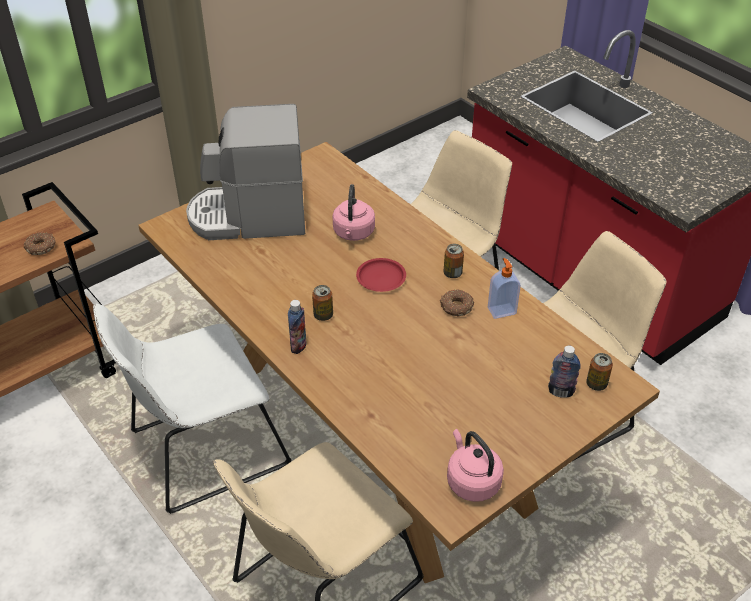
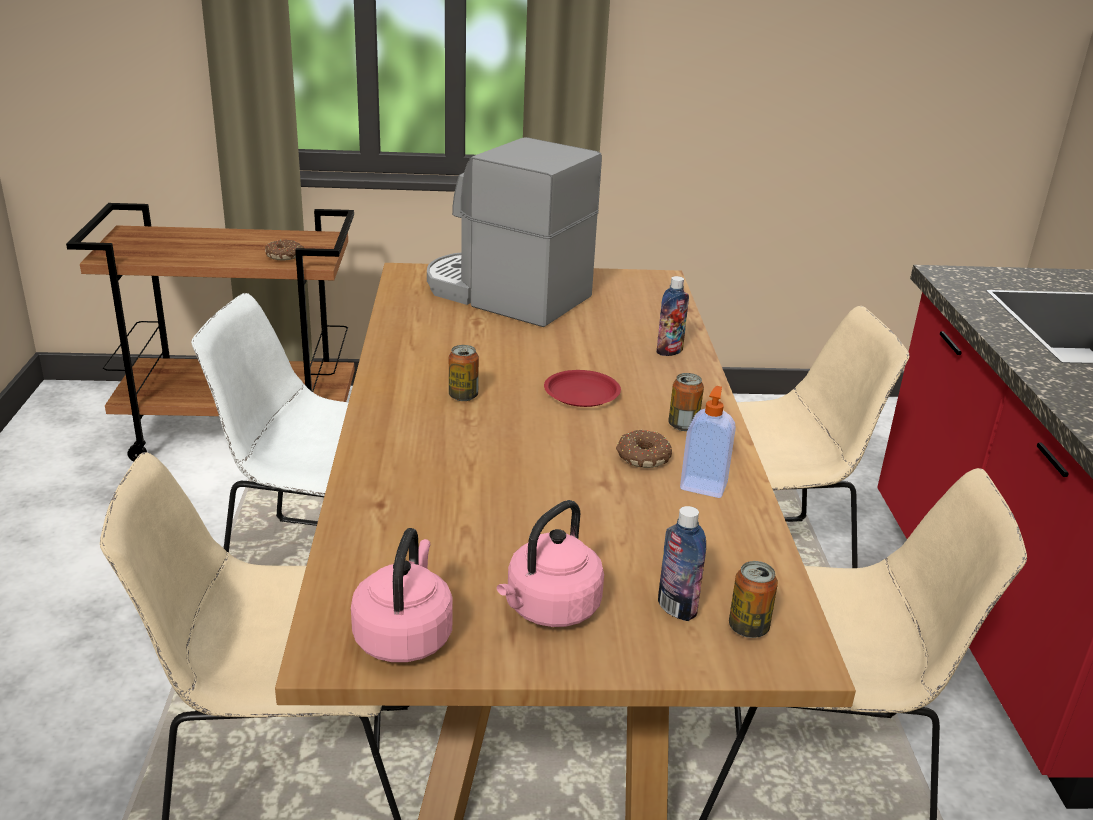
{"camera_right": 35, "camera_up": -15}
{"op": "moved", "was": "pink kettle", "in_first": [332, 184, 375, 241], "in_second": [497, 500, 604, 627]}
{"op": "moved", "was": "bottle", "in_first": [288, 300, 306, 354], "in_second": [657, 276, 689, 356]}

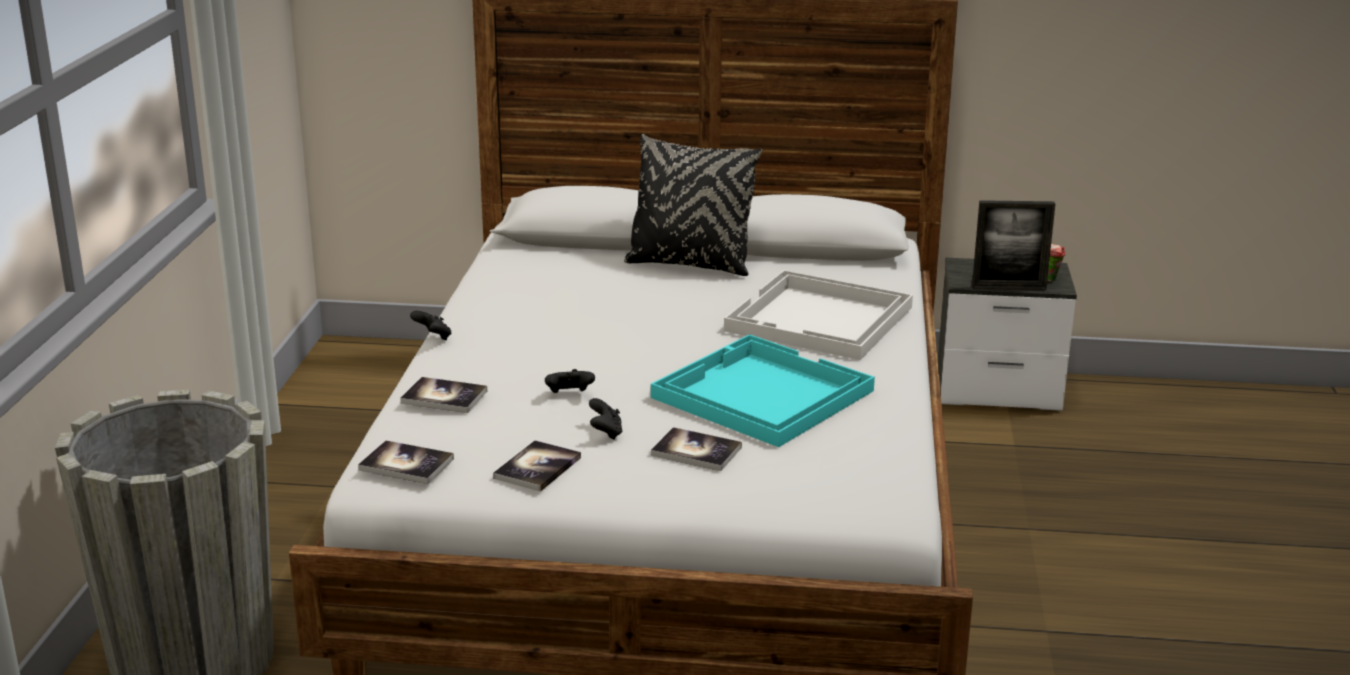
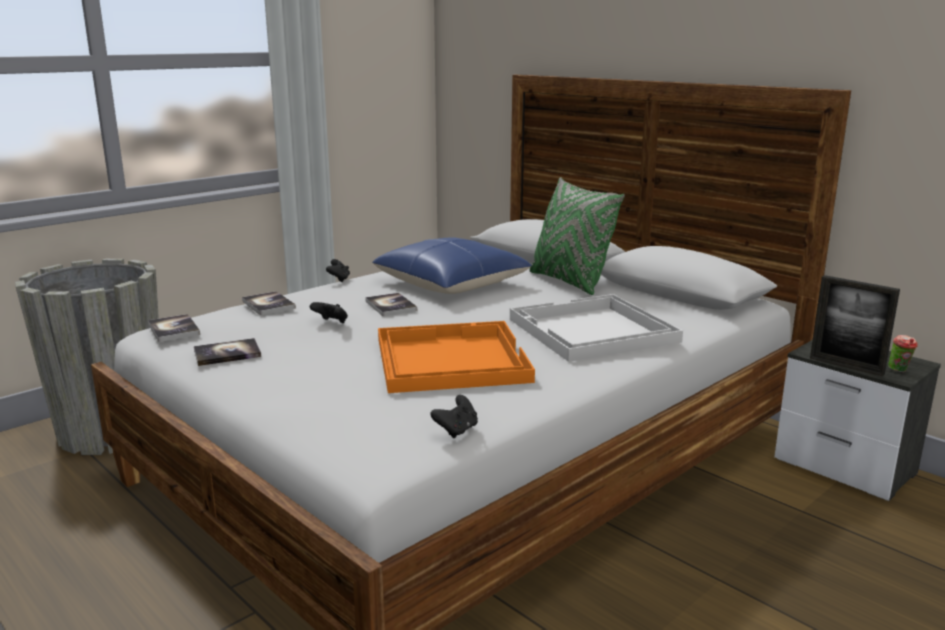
{"camera_right": 40, "camera_up": -5}
{"op": "recoloured", "was": "black pillow", "now": "green pillow", "in_first": [624, 134, 762, 276], "in_second": [529, 177, 625, 295]}
{"op": "recoloured", "was": "turquoise tray", "now": "orange tray", "in_first": [651, 334, 875, 447], "in_second": [378, 321, 535, 393]}
{"op": "moved", "was": "black game controller", "in_first": [589, 398, 622, 440], "in_second": [430, 395, 478, 438]}
{"op": "moved", "was": "book", "in_first": [651, 427, 742, 471], "in_second": [365, 293, 417, 316]}
{"op": "added", "now": "blue pillow", "in_second": [372, 237, 532, 294]}

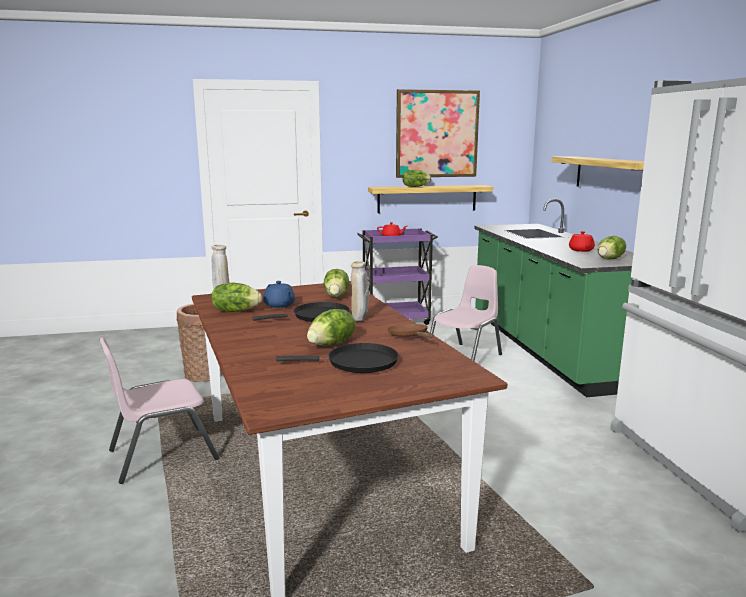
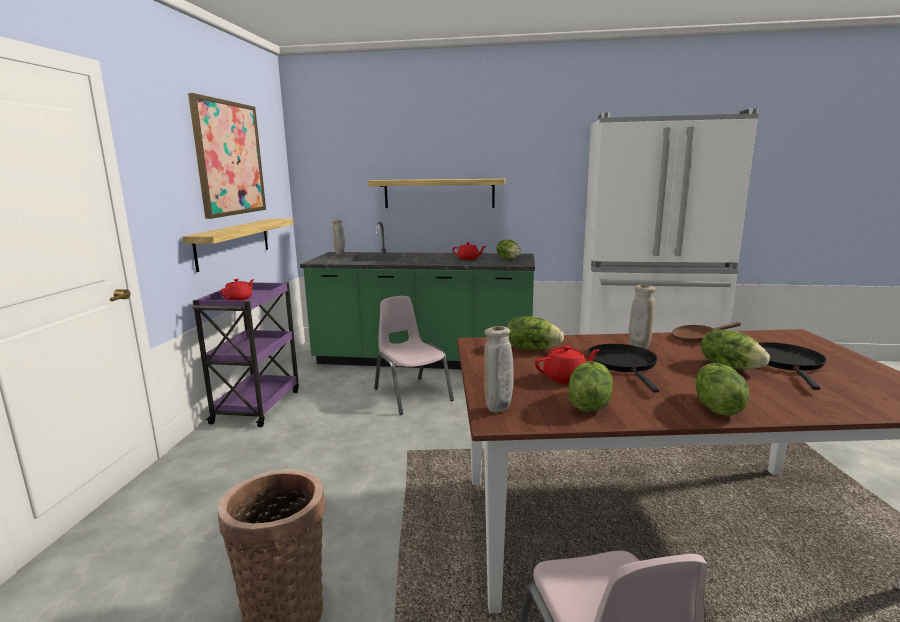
{"camera_right": -70, "camera_up": 0}
{"op": "moved", "was": "lettuce", "in_first": [402, 170, 431, 187], "in_second": [695, 363, 749, 416]}
{"op": "recoloured", "was": "blue teapot", "now": "red teapot", "in_first": [263, 281, 295, 308], "in_second": [535, 345, 600, 384]}
{"op": "added", "now": "beige vase", "in_second": [332, 220, 345, 255]}

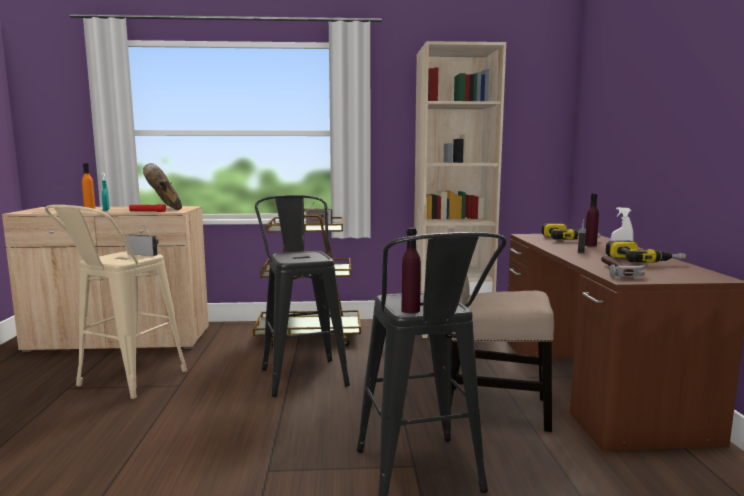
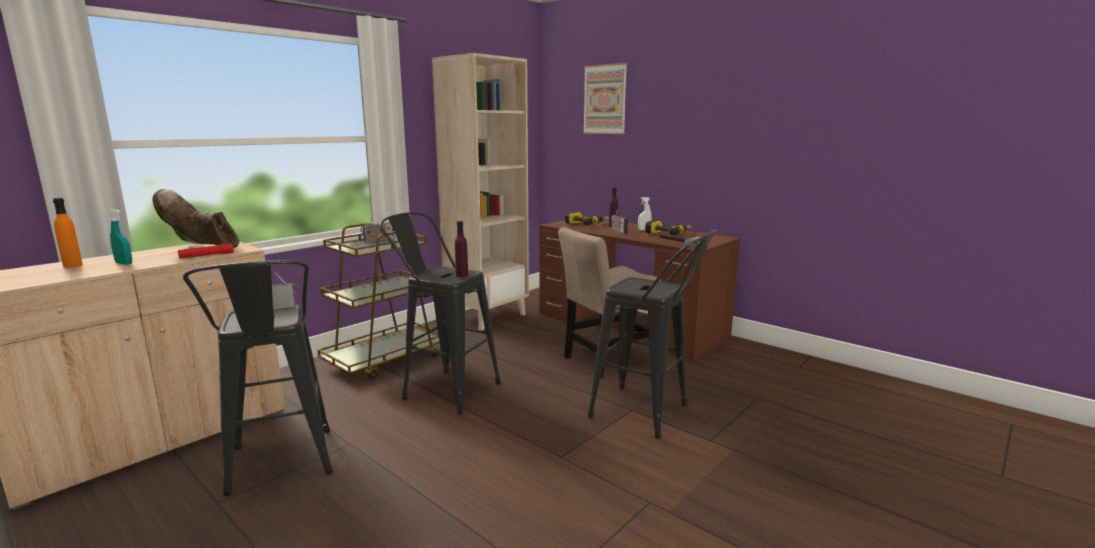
{"camera_right": -45, "camera_up": 5}
{"op": "recoloured", "was": "beige stool", "now": "black stool", "in_first": [45, 205, 187, 399], "in_second": [183, 260, 333, 496]}
{"op": "moved", "was": "purple bottle", "in_first": [401, 228, 421, 314], "in_second": [455, 221, 468, 277]}
{"op": "added", "now": "picture", "in_second": [583, 63, 627, 134]}

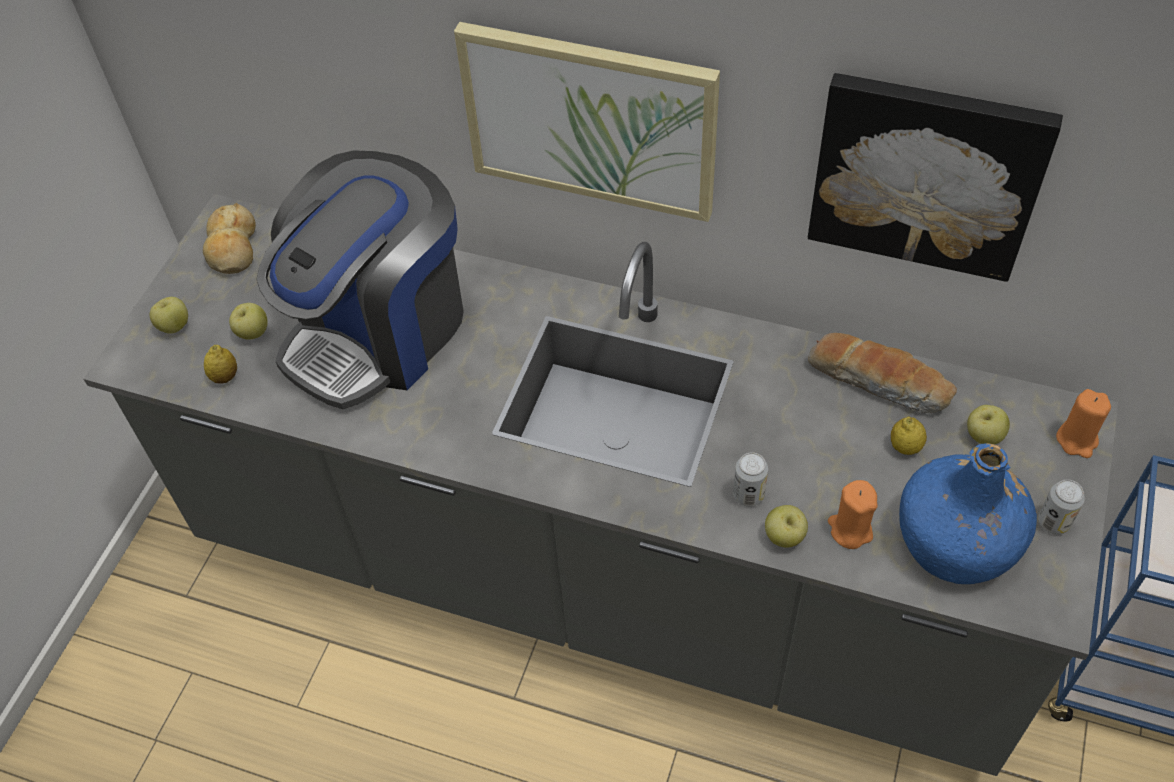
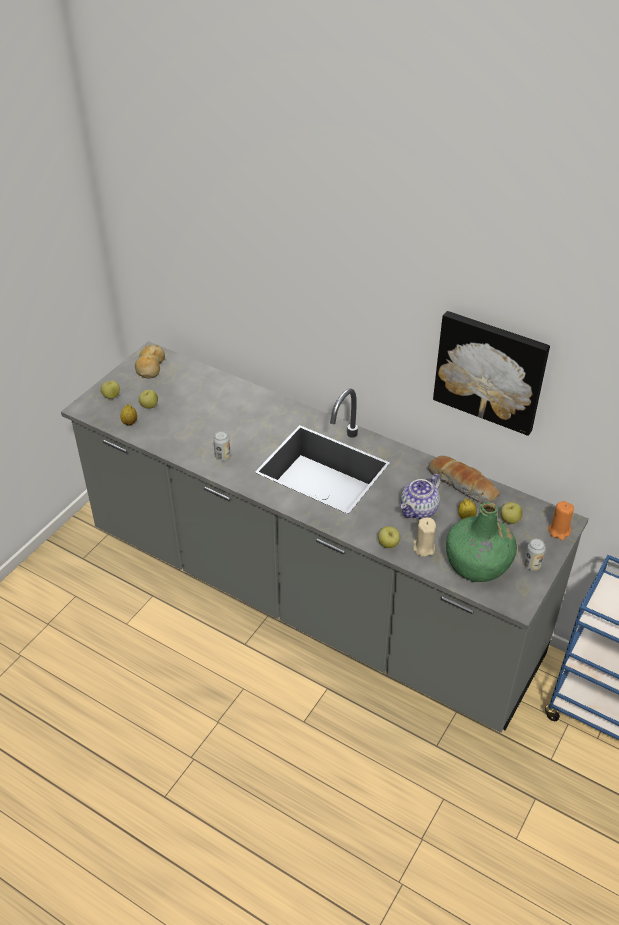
{"camera_right": 10, "camera_up": -10}
{"op": "removed", "was": "picture", "in_first": [454, 22, 720, 222]}
{"op": "removed", "was": "coffee machine", "in_first": [256, 150, 464, 409]}
{"op": "recoloured", "was": "blue bottle", "now": "green bottle", "in_first": [899, 443, 1037, 584], "in_second": [446, 502, 517, 582]}
{"op": "moved", "was": "can", "in_first": [733, 452, 768, 507], "in_second": [213, 431, 230, 461]}
{"op": "recoloured", "was": "orange candle", "now": "beige candle", "in_first": [828, 480, 878, 549], "in_second": [413, 517, 436, 557]}
{"op": "added", "now": "teapot", "in_second": [400, 474, 441, 519]}

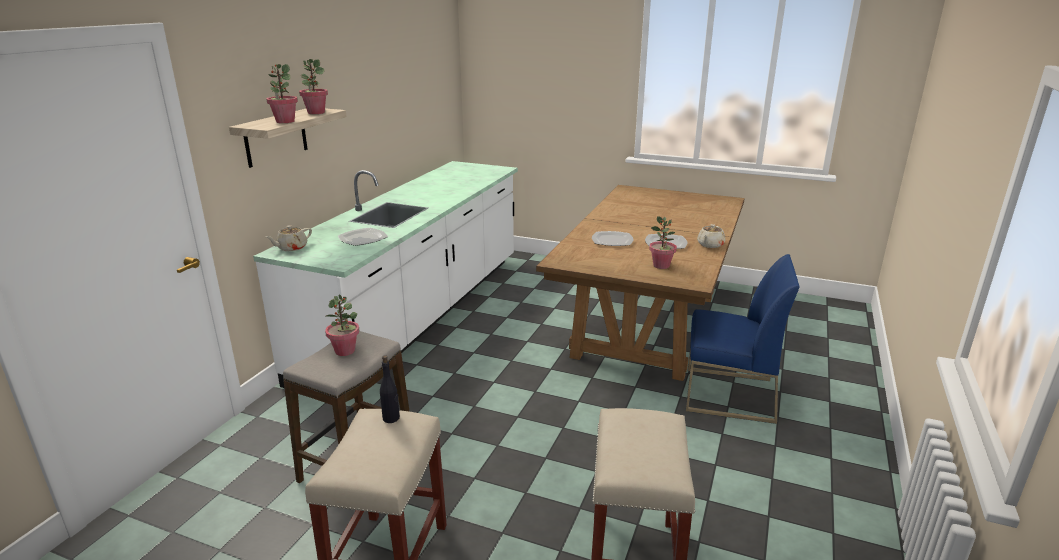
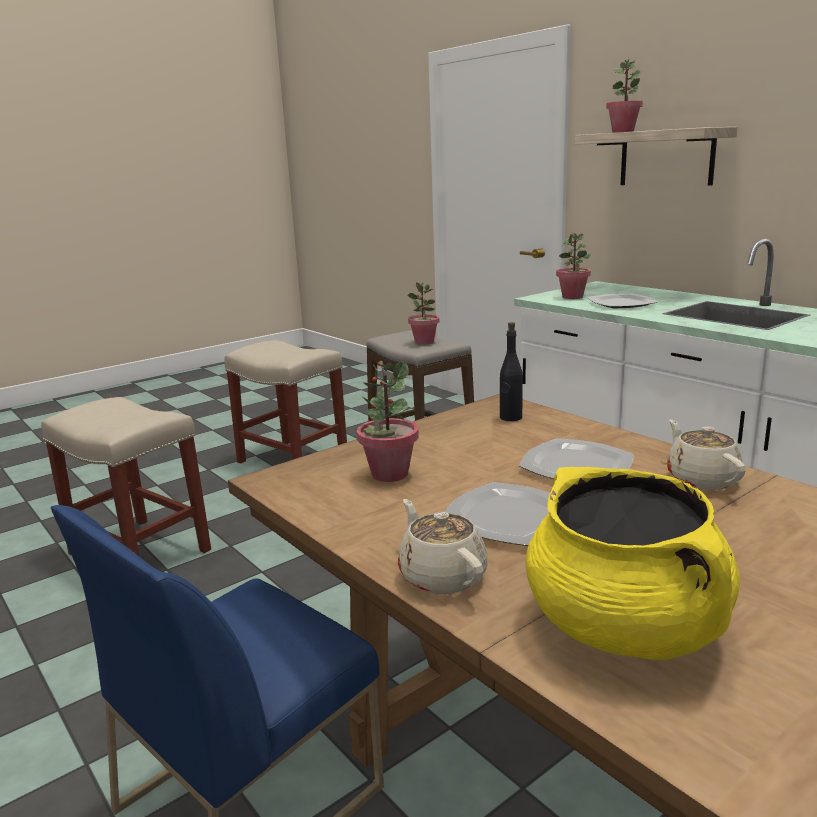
{"camera_right": 120, "camera_up": -5}
{"op": "moved", "was": "potted plant", "in_first": [299, 59, 328, 114], "in_second": [556, 232, 591, 299]}
{"op": "moved", "was": "beige teapot", "in_first": [266, 225, 312, 251], "in_second": [667, 419, 746, 490]}
{"op": "moved", "was": "black bottle", "in_first": [380, 355, 400, 423], "in_second": [500, 322, 523, 421]}
{"op": "added", "now": "yellow cooking pot", "in_second": [526, 467, 740, 660]}

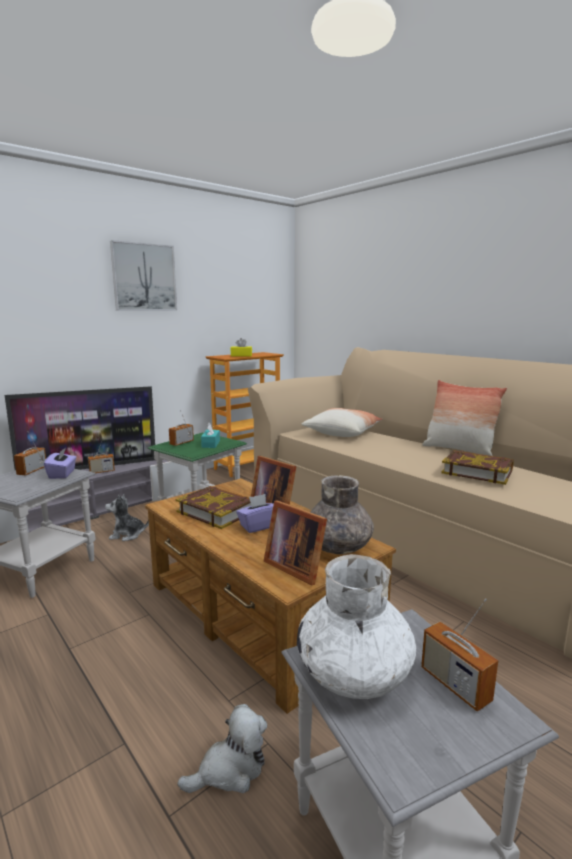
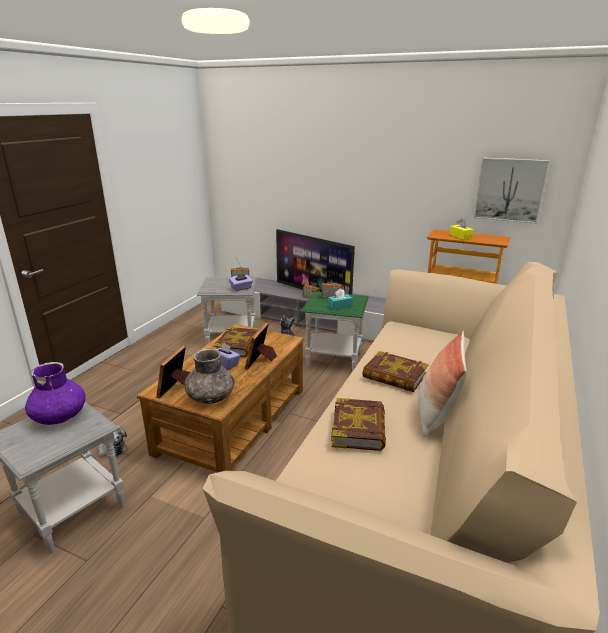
{"camera_right": 65, "camera_up": 10}
{"op": "moved", "was": "picture", "in_first": [110, 240, 177, 311], "in_second": [474, 158, 549, 224]}
{"op": "removed", "was": "pillow", "in_first": [302, 408, 383, 437]}
{"op": "recoloured", "was": "white vase", "now": "purple vase", "in_first": [297, 554, 416, 699], "in_second": [25, 362, 85, 425]}
{"op": "removed", "was": "radio", "in_first": [421, 598, 498, 711]}
{"op": "added", "now": "book", "in_second": [362, 351, 429, 392]}

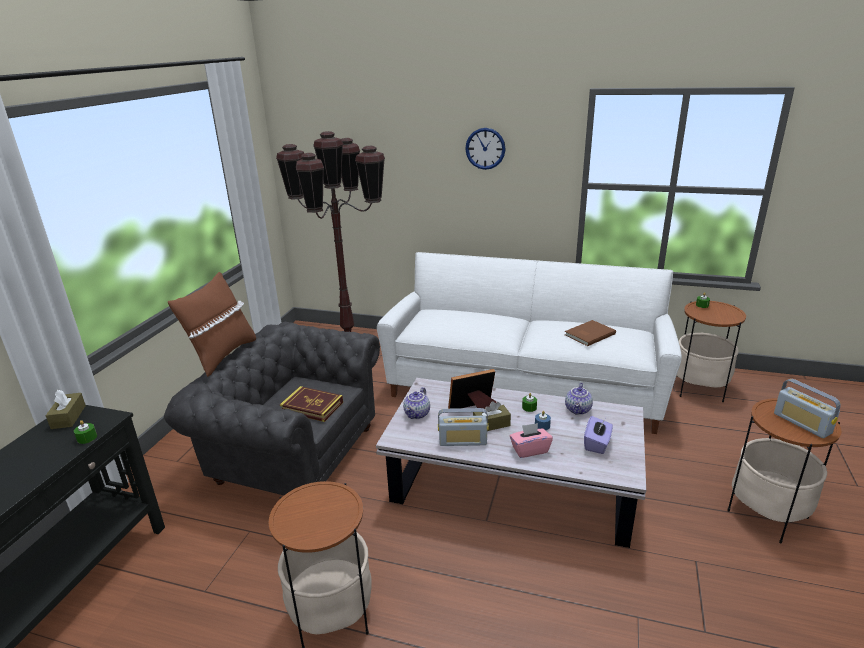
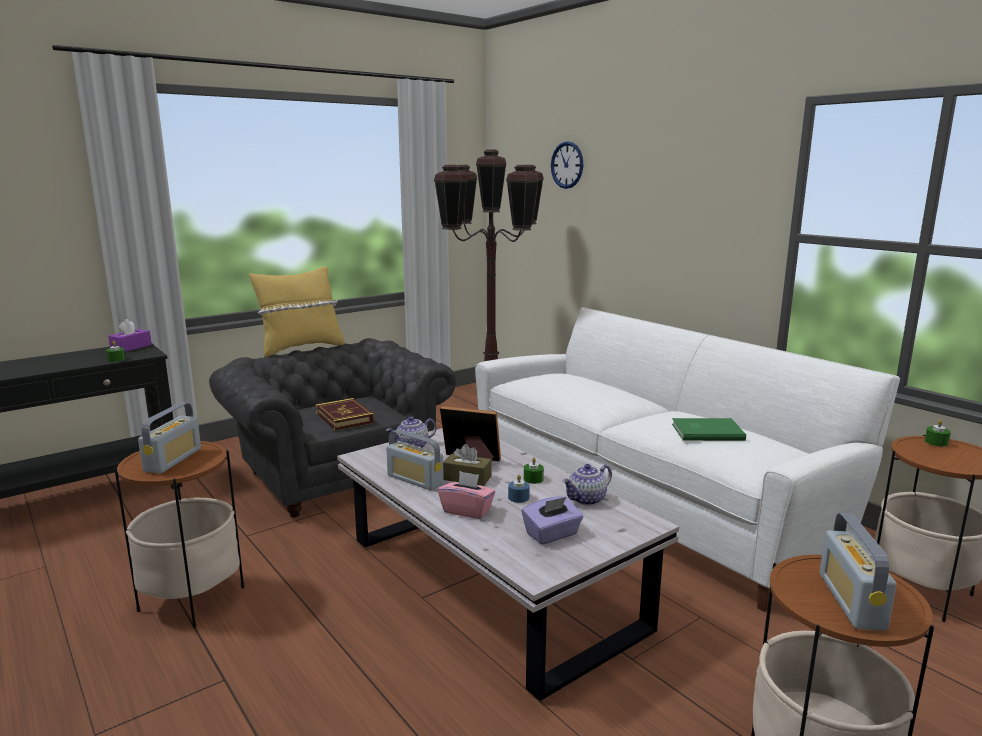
{"camera_right": 35, "camera_up": -10}
{"op": "moved", "was": "wall clock", "in_first": [465, 128, 506, 170], "in_second": [551, 141, 583, 189]}
{"op": "recoloured", "was": "brown pillow", "now": "yellow pillow", "in_first": [168, 272, 256, 377], "in_second": [249, 267, 344, 357]}
{"op": "recoloured", "was": "brown book", "now": "green book", "in_first": [565, 320, 616, 346], "in_second": [672, 418, 746, 441]}
{"op": "recoloured", "was": "brown tissue box", "now": "purple tissue box", "in_first": [46, 390, 86, 429], "in_second": [108, 319, 152, 352]}
{"op": "added", "now": "radio", "in_second": [138, 402, 201, 474]}

